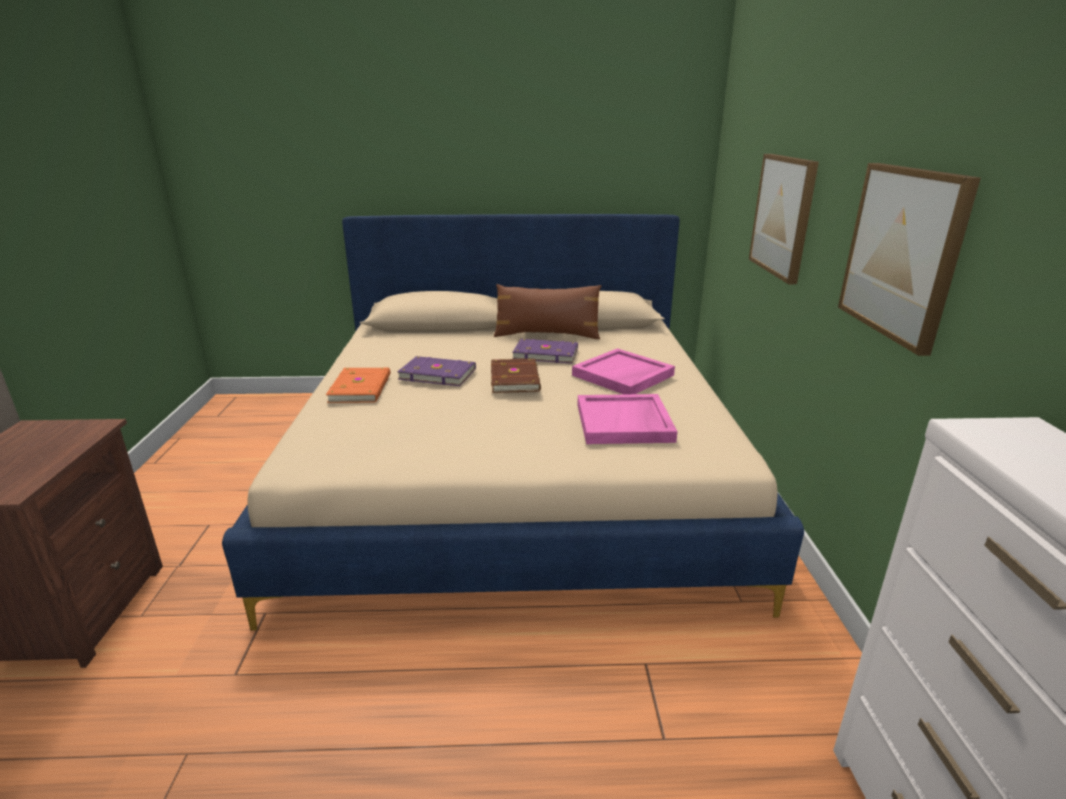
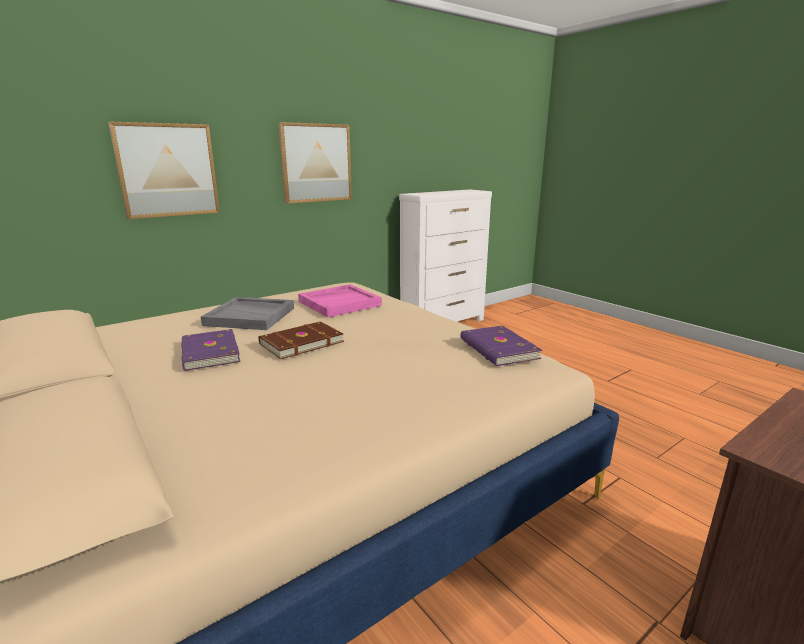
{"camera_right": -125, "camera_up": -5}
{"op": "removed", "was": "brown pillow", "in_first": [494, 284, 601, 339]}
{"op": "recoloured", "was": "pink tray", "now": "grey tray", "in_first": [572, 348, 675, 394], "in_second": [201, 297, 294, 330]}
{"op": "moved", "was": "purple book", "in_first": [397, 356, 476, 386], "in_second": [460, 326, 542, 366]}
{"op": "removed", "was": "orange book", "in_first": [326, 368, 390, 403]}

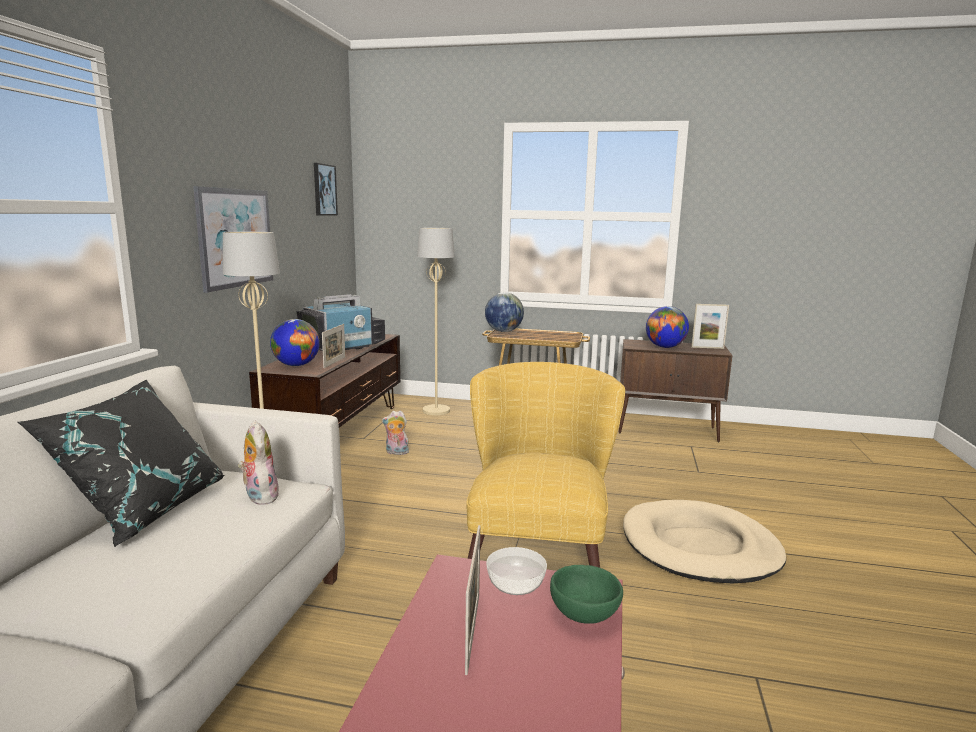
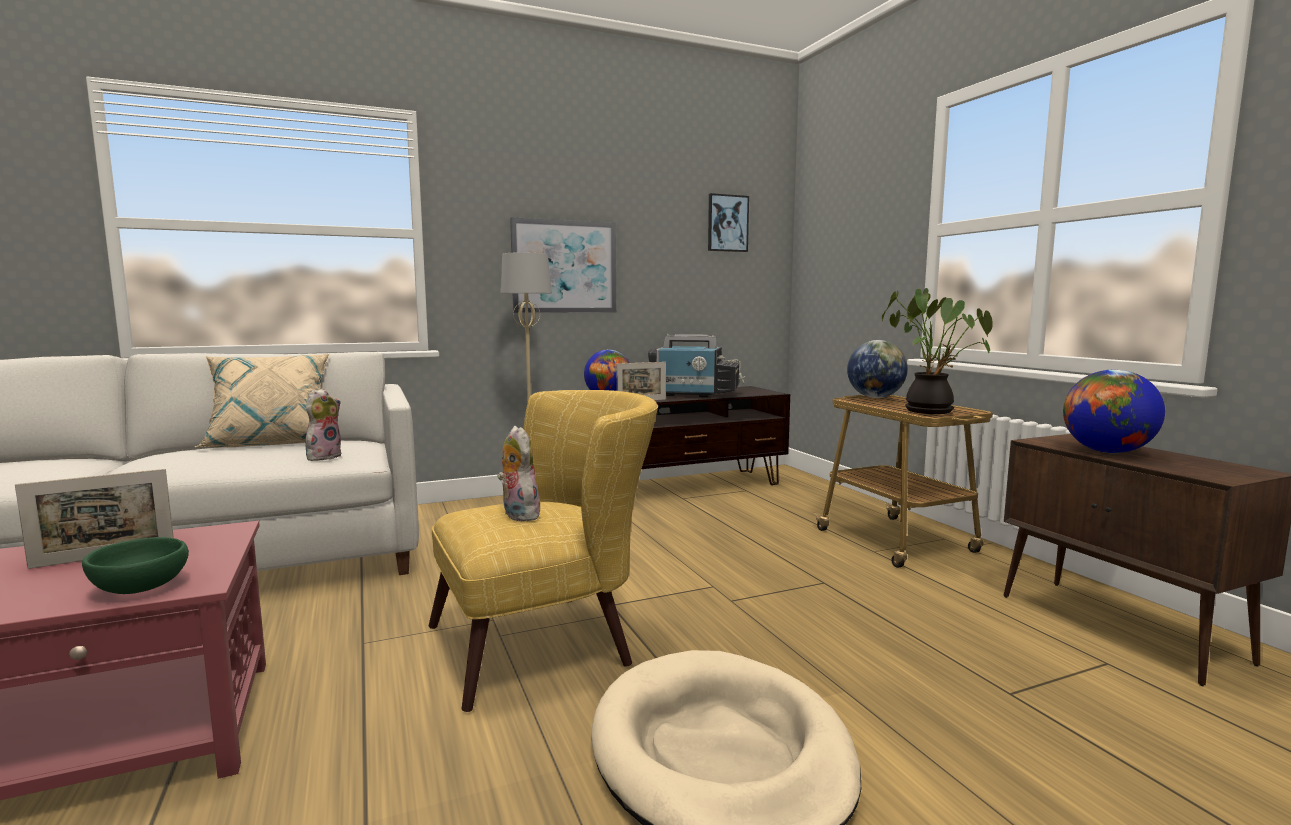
{"camera_right": 55, "camera_up": -5}
{"op": "removed", "was": "beige floor lamp", "in_first": [417, 228, 455, 415]}
{"op": "removed", "was": "picture frame", "in_first": [691, 304, 729, 349]}
{"op": "recoloured", "was": "black pillow", "now": "beige pillow", "in_first": [17, 379, 225, 547], "in_second": [195, 354, 329, 447]}
{"op": "moved", "was": "plush toy", "in_first": [382, 410, 409, 455], "in_second": [497, 426, 540, 521]}
{"op": "removed", "was": "bowl", "in_first": [486, 547, 547, 595]}
{"op": "added", "now": "potted plant", "in_second": [882, 288, 993, 414]}

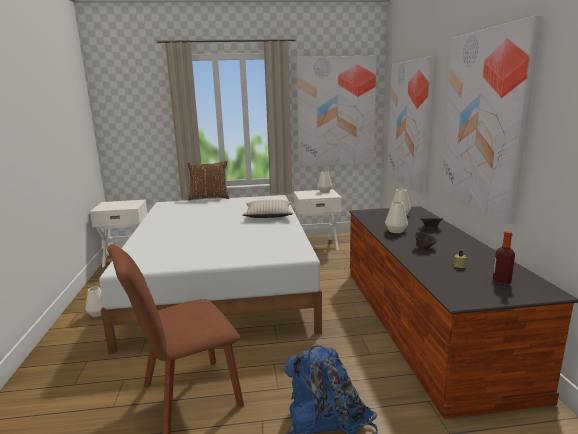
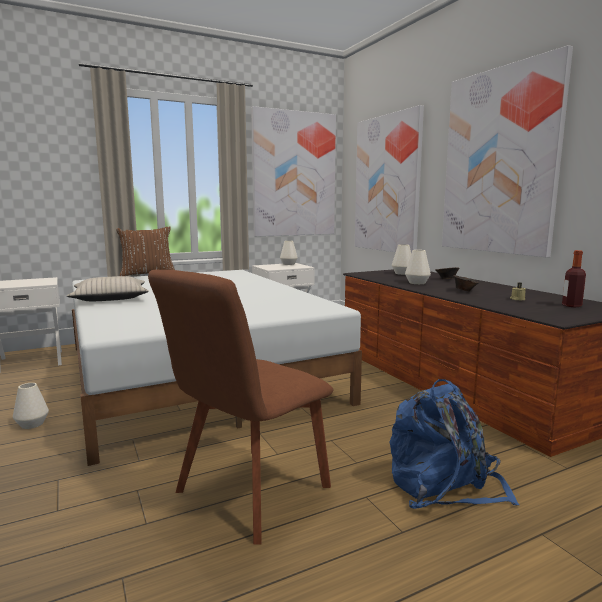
{"camera_right": -20, "camera_up": -5}
{"op": "moved", "was": "beige pillow", "in_first": [242, 200, 293, 218], "in_second": [67, 276, 149, 301]}

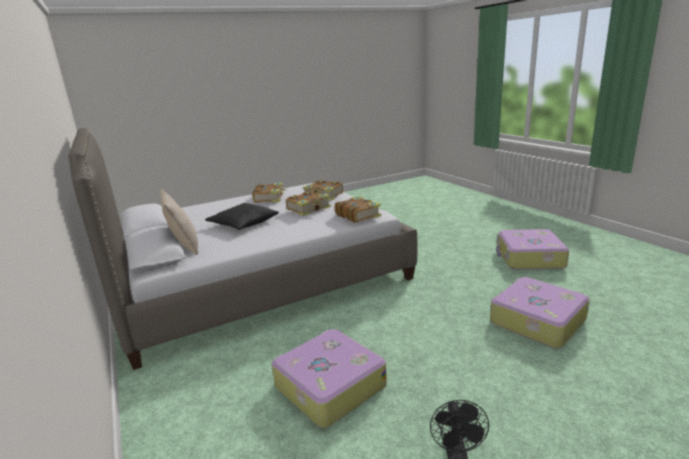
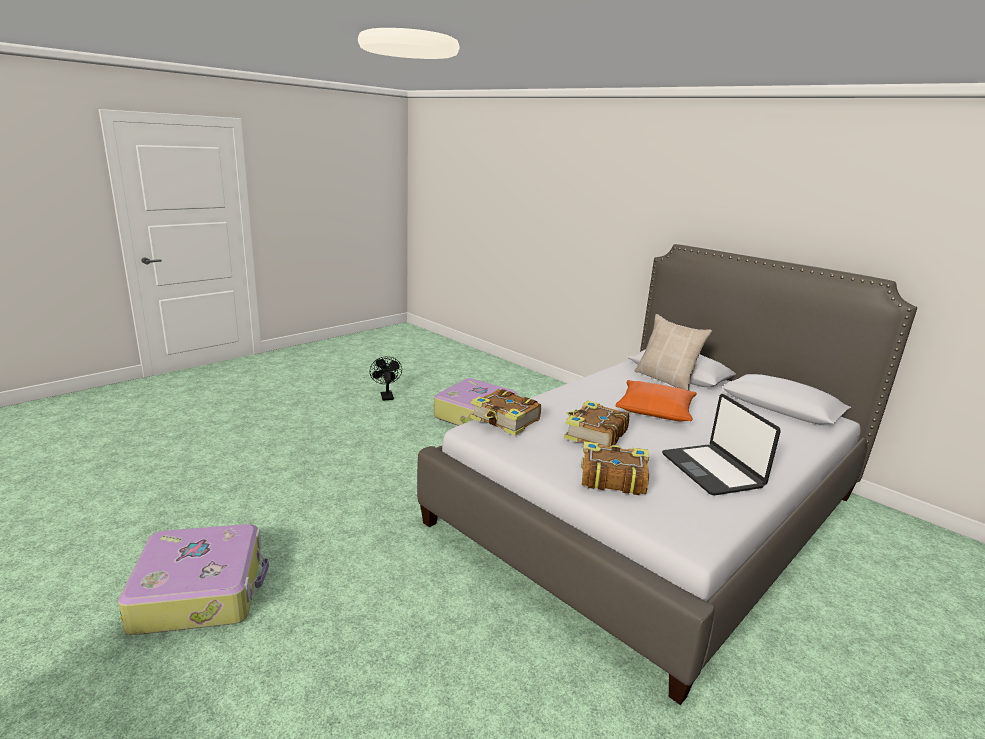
{"camera_right": 160, "camera_up": 0}
{"op": "replaced", "was": "book", "now": "laptop", "in_first": [252, 183, 287, 203], "in_second": [662, 394, 781, 496]}
{"op": "recoloured", "was": "black pillow", "now": "orange pillow", "in_first": [205, 203, 279, 230], "in_second": [615, 380, 697, 422]}
{"op": "removed", "was": "suitcase", "in_first": [490, 277, 590, 348]}

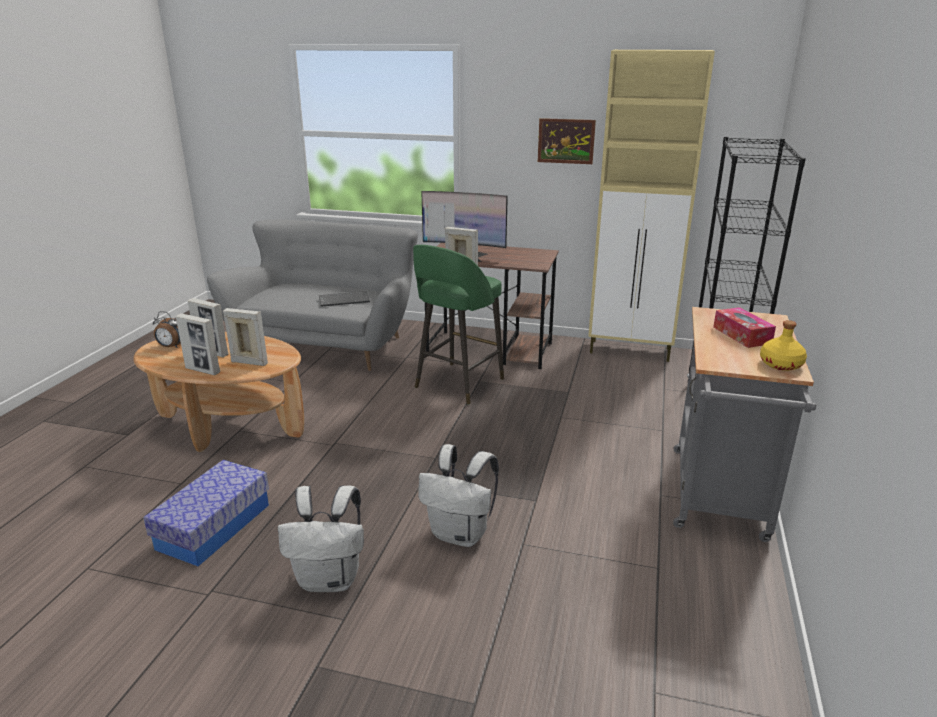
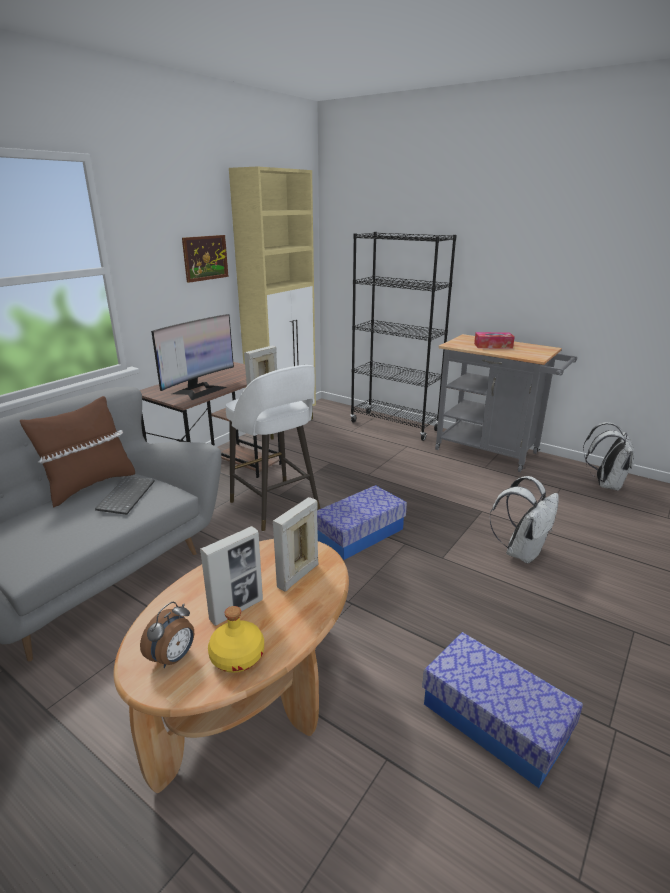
{"camera_right": -70, "camera_up": 0}
{"op": "recoloured", "was": "green stool", "now": "white stool", "in_first": [413, 245, 504, 405], "in_second": [226, 365, 320, 531]}
{"op": "removed", "was": "picture frame", "in_first": [176, 313, 220, 375]}
{"op": "moved", "was": "yellow bottle", "in_first": [760, 320, 807, 371], "in_second": [208, 606, 264, 673]}
{"op": "moved", "was": "white backpack", "in_first": [278, 485, 364, 592], "in_second": [583, 422, 635, 491]}
{"op": "added", "now": "brown pillow", "in_second": [20, 396, 135, 507]}
{"op": "added", "now": "storage box", "in_second": [317, 485, 407, 560]}

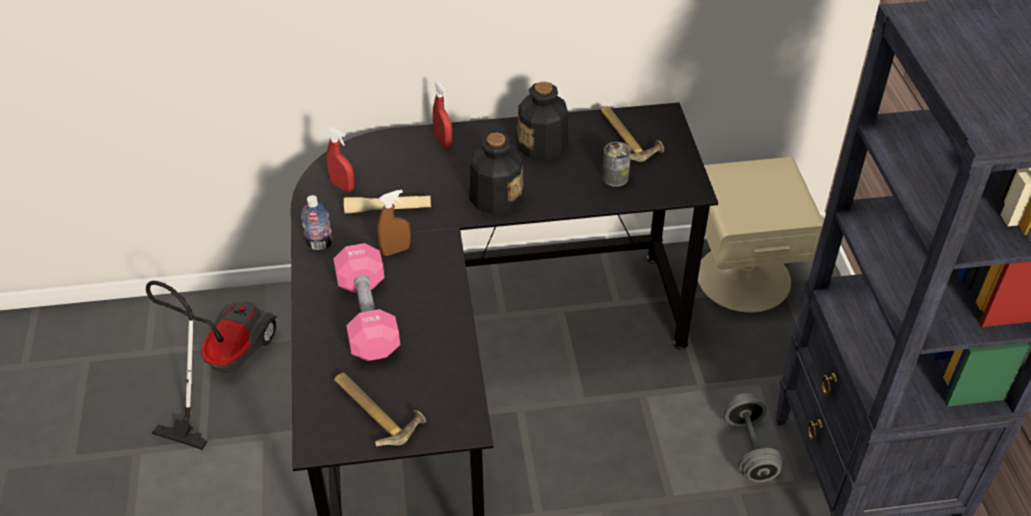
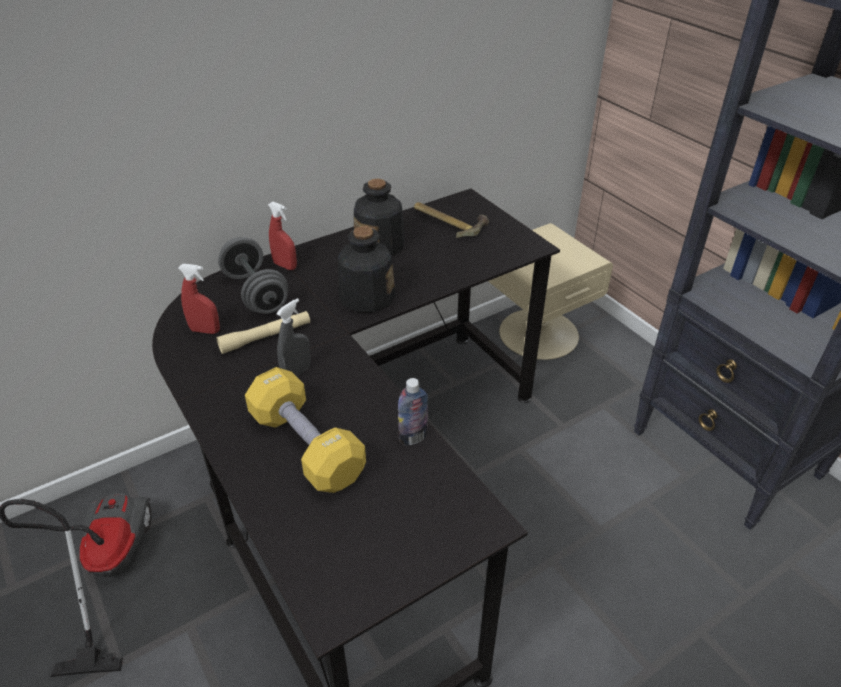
{"camera_right": -25, "camera_up": -5}
{"op": "removed", "was": "can", "in_first": [602, 142, 631, 187]}
{"op": "recoloured", "was": "brown spray bottle", "now": "grey spray bottle", "in_first": [377, 190, 411, 256], "in_second": [276, 298, 311, 377]}
{"op": "moved", "was": "bottle", "in_first": [301, 195, 333, 250], "in_second": [398, 378, 428, 445]}
{"op": "recoloured", "was": "pink dumbbell", "now": "yellow dumbbell", "in_first": [333, 243, 400, 361], "in_second": [245, 367, 366, 493]}
{"op": "removed", "was": "hammer", "in_first": [334, 373, 426, 447]}
{"op": "moved", "was": "grey dumbbell", "in_first": [724, 393, 783, 482], "in_second": [218, 237, 288, 314]}

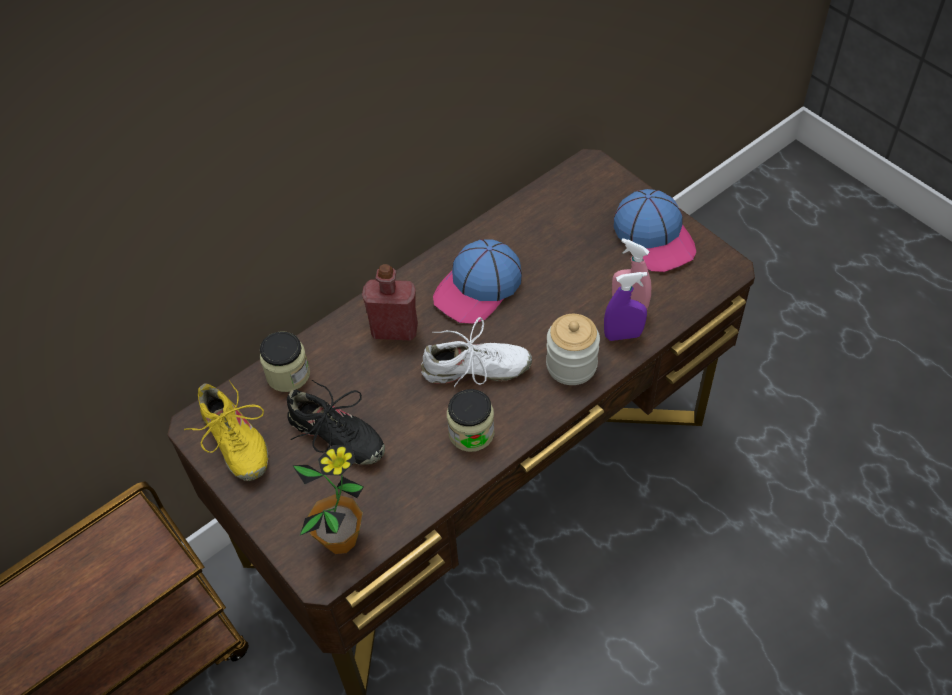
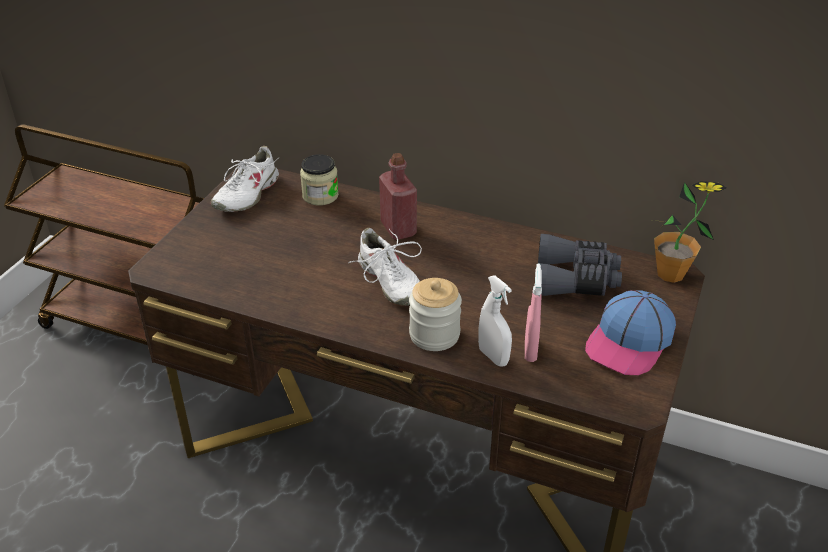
{"camera_right": 60, "camera_up": -15}
{"op": "removed", "was": "cap", "in_first": [433, 239, 522, 324]}
{"op": "recoloured", "was": "purple spray bottle", "now": "white spray bottle", "in_first": [604, 272, 647, 341], "in_second": [478, 276, 512, 367]}
{"op": "recoloured", "was": "yellow shoe", "now": "white shoe", "in_first": [184, 380, 269, 481], "in_second": [211, 146, 279, 212]}
{"op": "removed", "was": "black shoe", "in_first": [287, 380, 385, 465]}
{"op": "removed", "was": "jar", "in_first": [447, 389, 494, 452]}
{"op": "moved", "was": "potted plant", "in_first": [293, 445, 364, 554], "in_second": [648, 181, 726, 283]}
{"op": "added", "now": "grey binoculars", "in_second": [538, 234, 622, 296]}

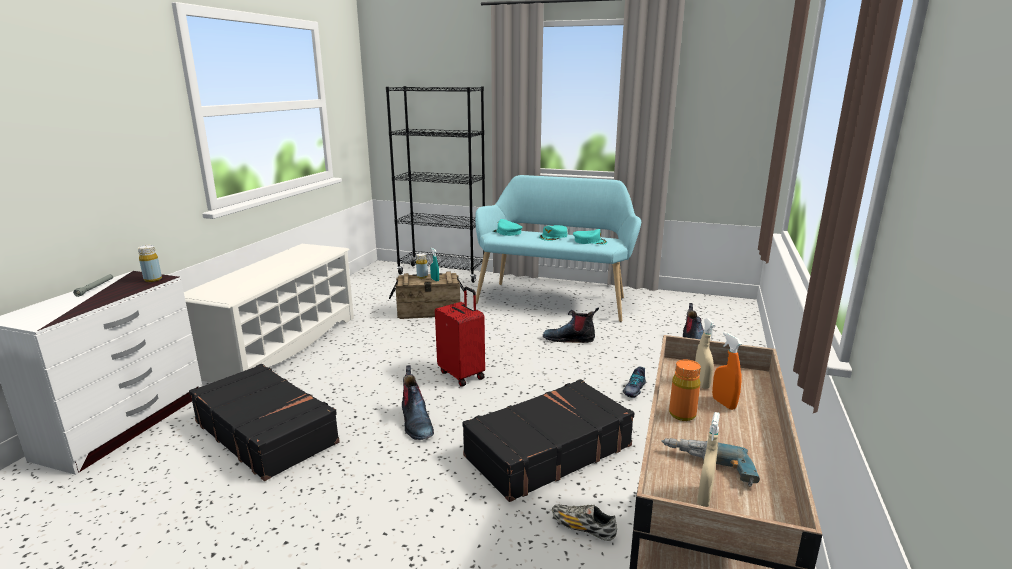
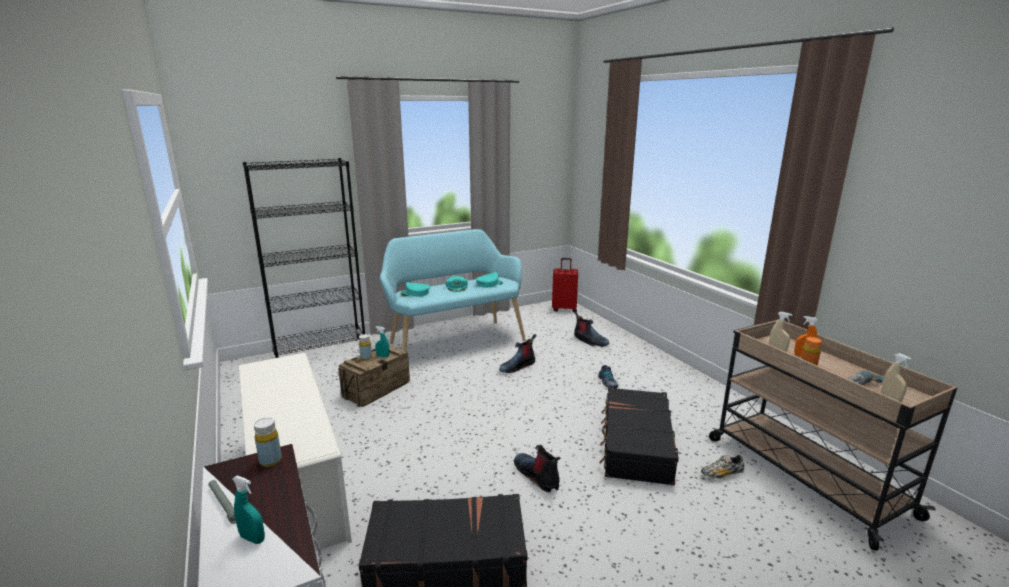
{"camera_right": -45, "camera_up": 0}
{"op": "moved", "was": "red suitcase", "in_first": [435, 287, 485, 387], "in_second": [552, 258, 578, 312]}
{"op": "turned", "was": "boot", "in_first": [402, 365, 434, 440], "in_second": [514, 445, 560, 493], "clockwise": -150}
{"op": "added", "now": "turquoise spray bottle", "in_second": [232, 475, 265, 544]}

